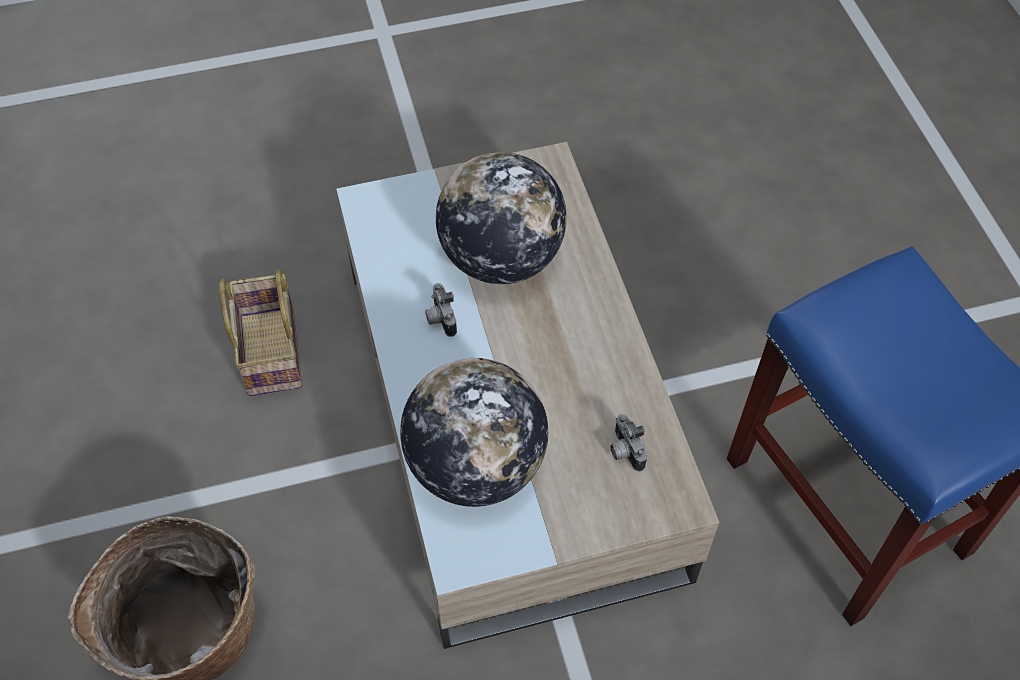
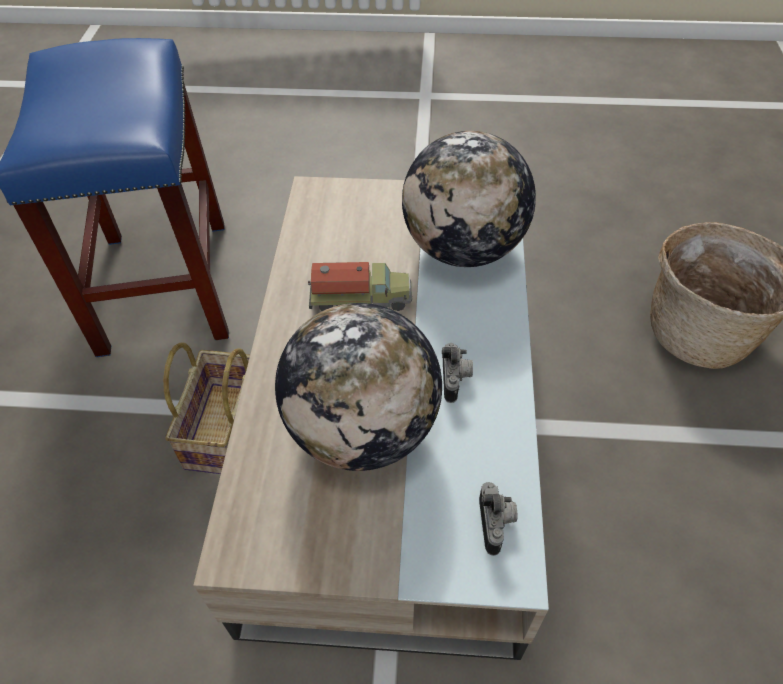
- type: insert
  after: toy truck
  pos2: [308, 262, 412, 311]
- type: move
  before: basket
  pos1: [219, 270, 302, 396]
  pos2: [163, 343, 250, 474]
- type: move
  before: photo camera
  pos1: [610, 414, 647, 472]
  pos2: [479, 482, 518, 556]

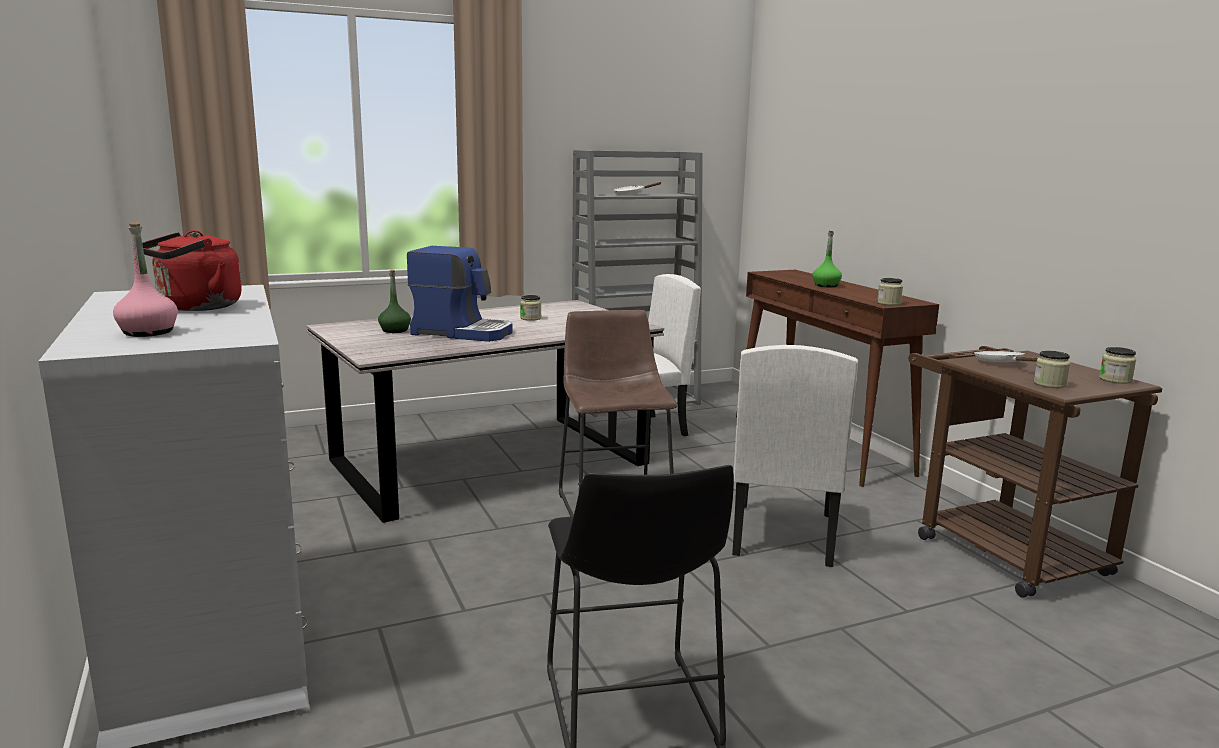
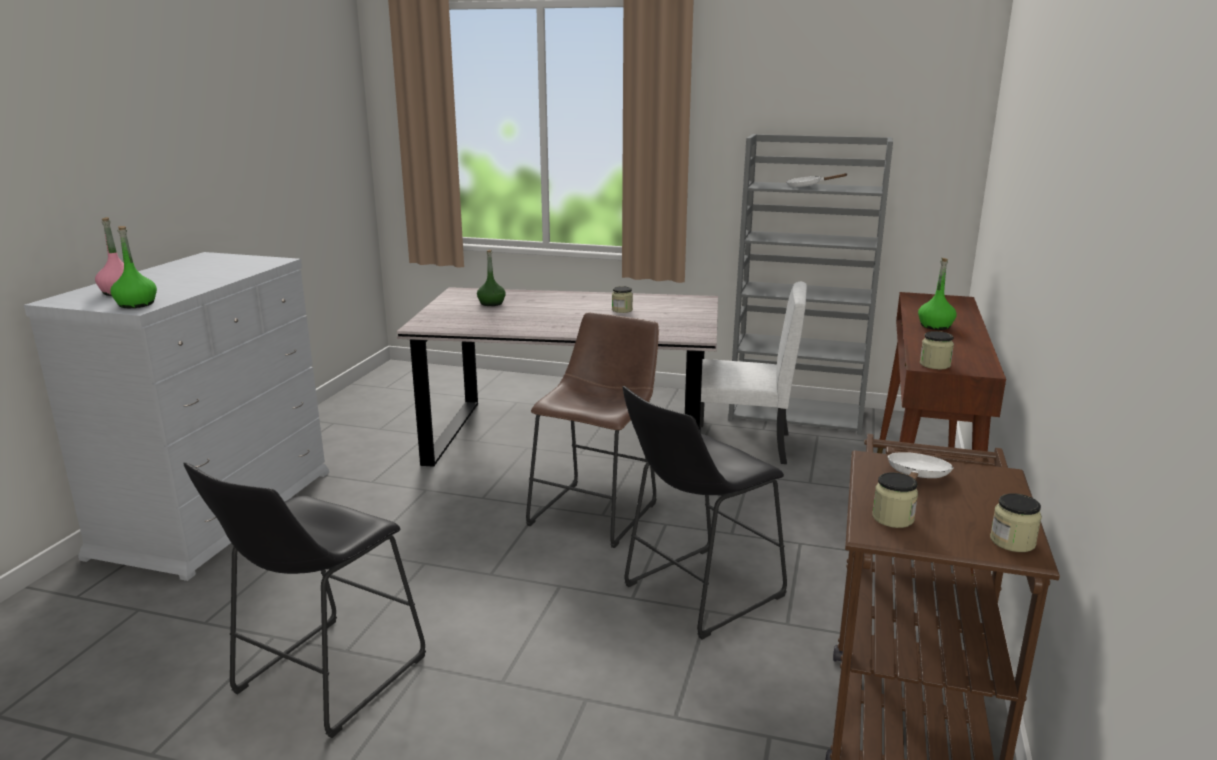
- type: delete
  before: kettle/red
  pos1: [142, 230, 242, 311]
- type: delete
  before: coffee machine
  pos1: [407, 246, 513, 342]
- type: insert
  after: bottle/green
  pos2: [110, 226, 157, 308]
- type: replace
  before: chair/white
  after: stool/black
  pos1: [732, 345, 858, 567]
  pos2: [623, 386, 787, 639]

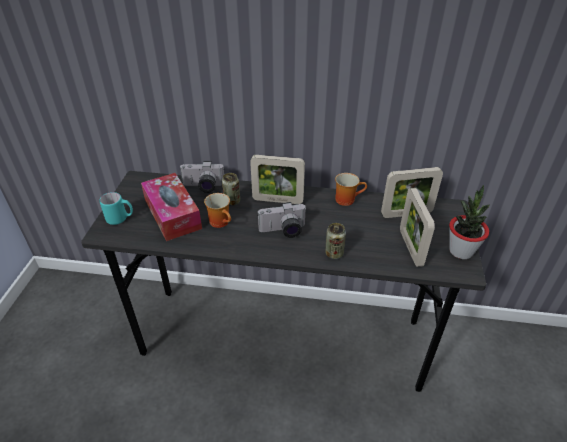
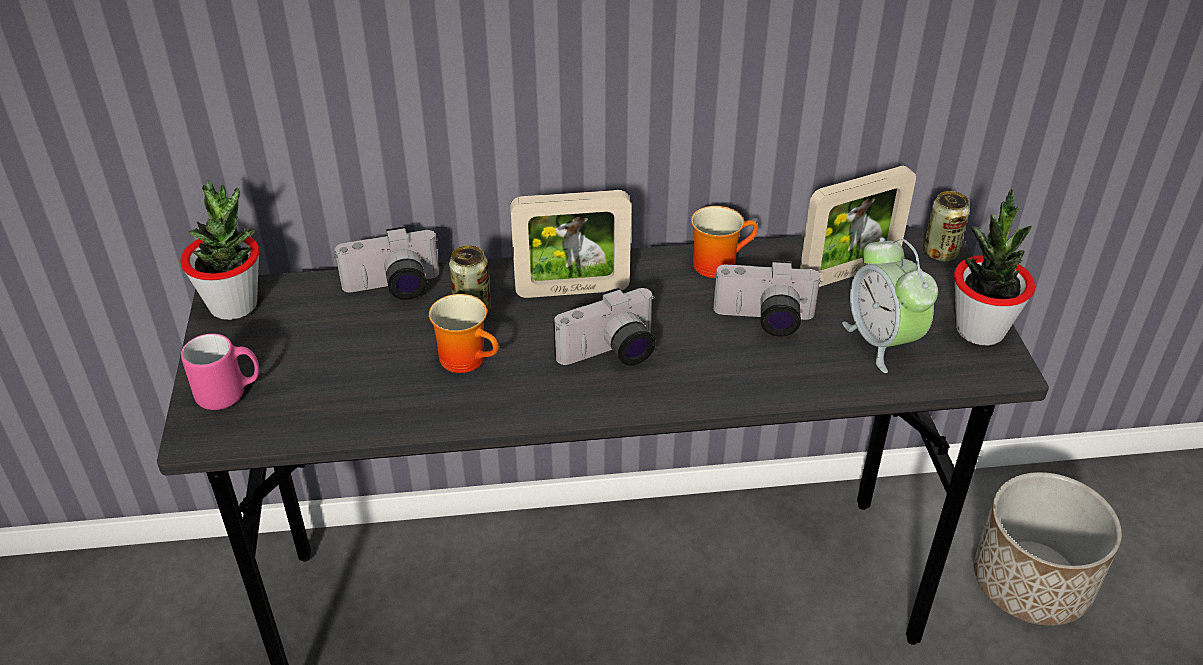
- type: delete
  before: tissue box
  pos1: [141, 173, 202, 241]
- type: insert
  after: potted plant
  pos2: [180, 180, 259, 320]
- type: insert
  after: photo camera
  pos2: [713, 260, 822, 337]
- type: insert
  after: planter
  pos2: [974, 472, 1122, 626]
- type: move
  before: can
  pos1: [325, 223, 346, 259]
  pos2: [923, 191, 970, 262]
- type: replace
  before: picture frame
  after: alarm clock
  pos1: [400, 188, 435, 267]
  pos2: [842, 237, 938, 373]
- type: recolor
  before: mug/turquoise
  after: mug/pink
  pos1: [99, 192, 133, 225]
  pos2: [181, 333, 259, 410]

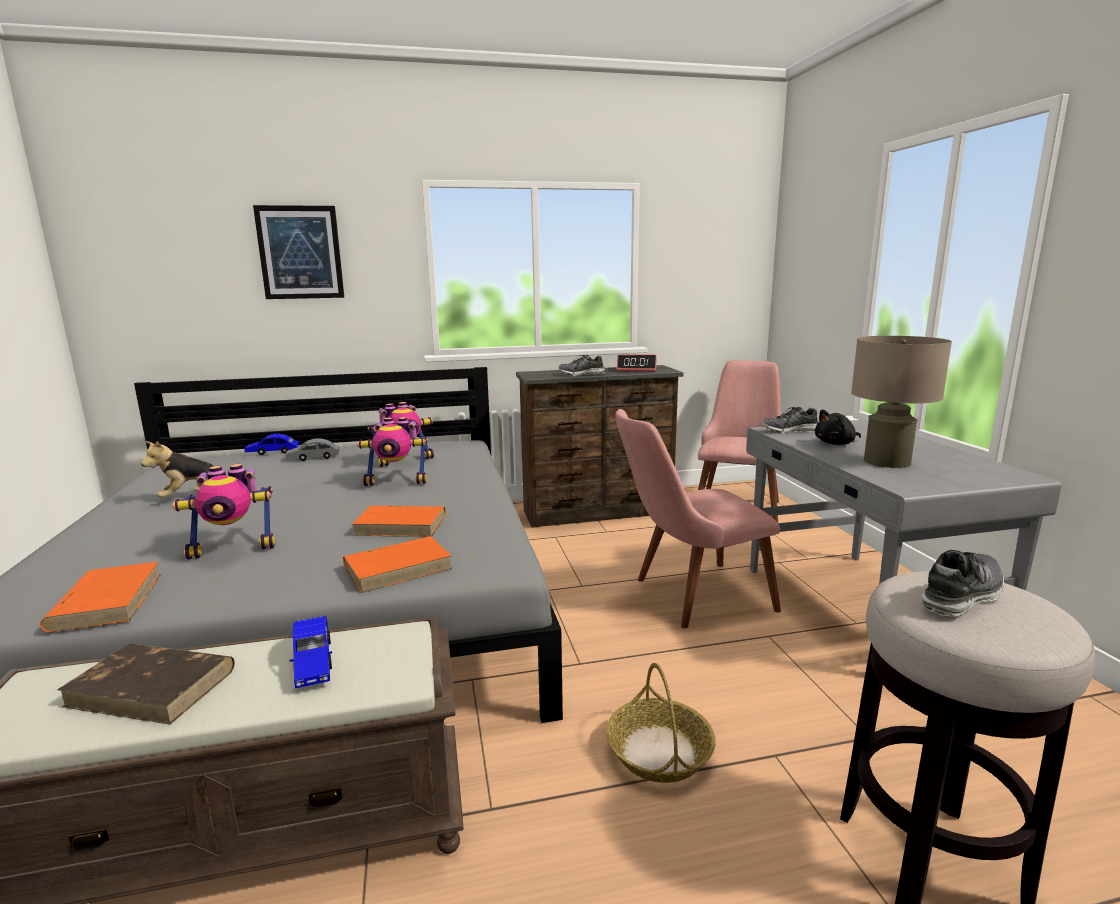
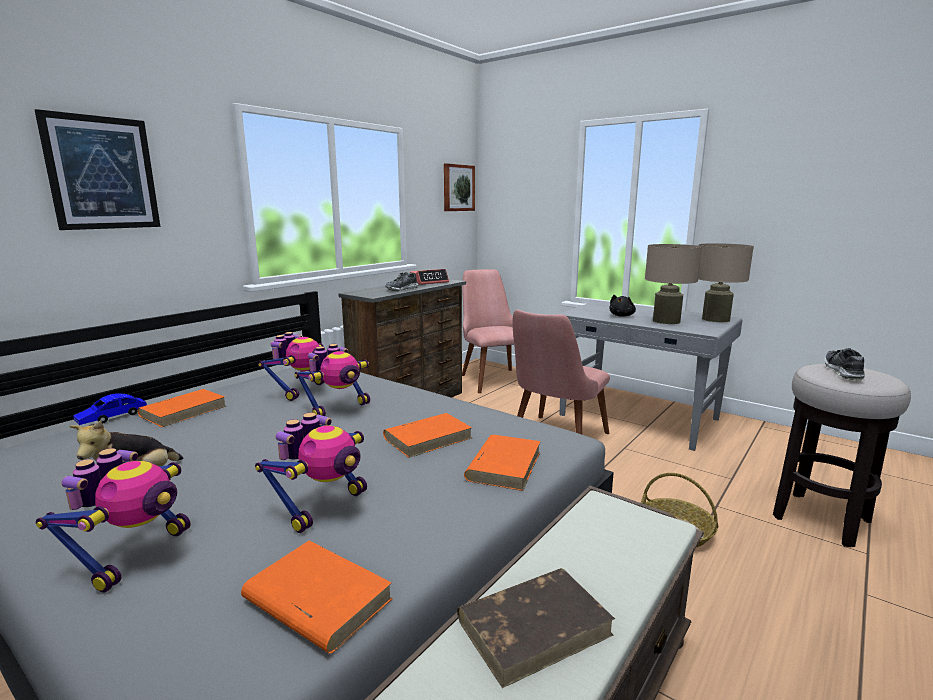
- type: delete
  before: toy car/blue
  pos1: [290, 616, 332, 689]
- type: delete
  before: shoe
  pos1: [762, 407, 818, 433]
- type: insert
  after: toy robot
  pos2: [36, 448, 190, 593]
- type: insert
  after: picture
  pos2: [444, 163, 475, 211]
- type: insert
  after: table lamp/beige
  pos2: [698, 243, 754, 322]
- type: replace
  before: toy car/grey
  after: book/orange
  pos1: [285, 438, 340, 461]
  pos2: [137, 389, 226, 427]

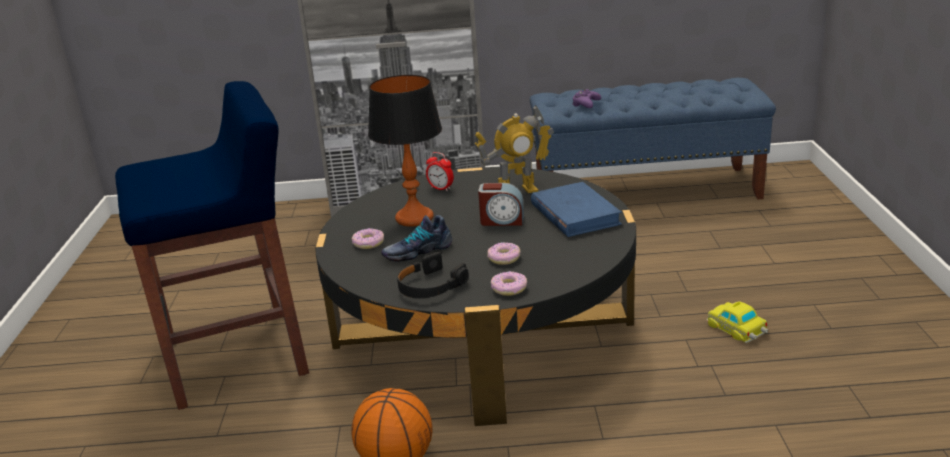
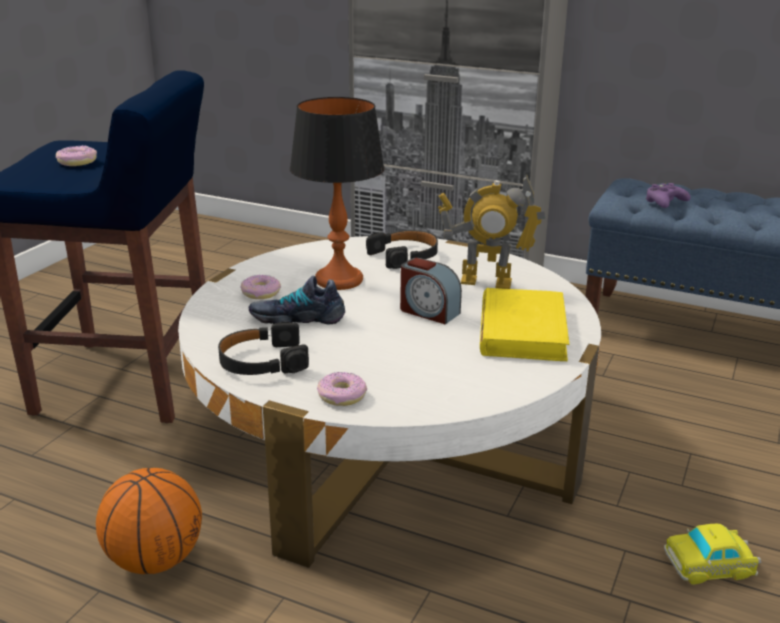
- type: move
  before: donut
  pos1: [487, 242, 521, 265]
  pos2: [56, 145, 97, 166]
- type: replace
  before: alarm clock
  after: headphones/black
  pos1: [426, 152, 454, 191]
  pos2: [366, 230, 438, 269]
- type: recolor
  before: coffee table/black
  after: coffee table/white
  pos1: [316, 167, 636, 426]
  pos2: [178, 236, 601, 568]
- type: recolor
  before: book/blue
  after: book/yellow
  pos1: [531, 182, 622, 237]
  pos2: [480, 288, 569, 361]
- type: rotate
  before: toy car
  pos1: [706, 301, 768, 343]
  pos2: [664, 523, 761, 585]
  turn: -90

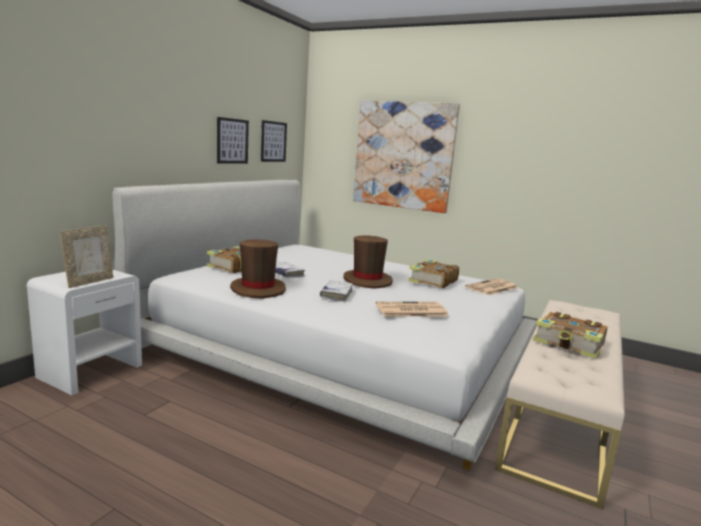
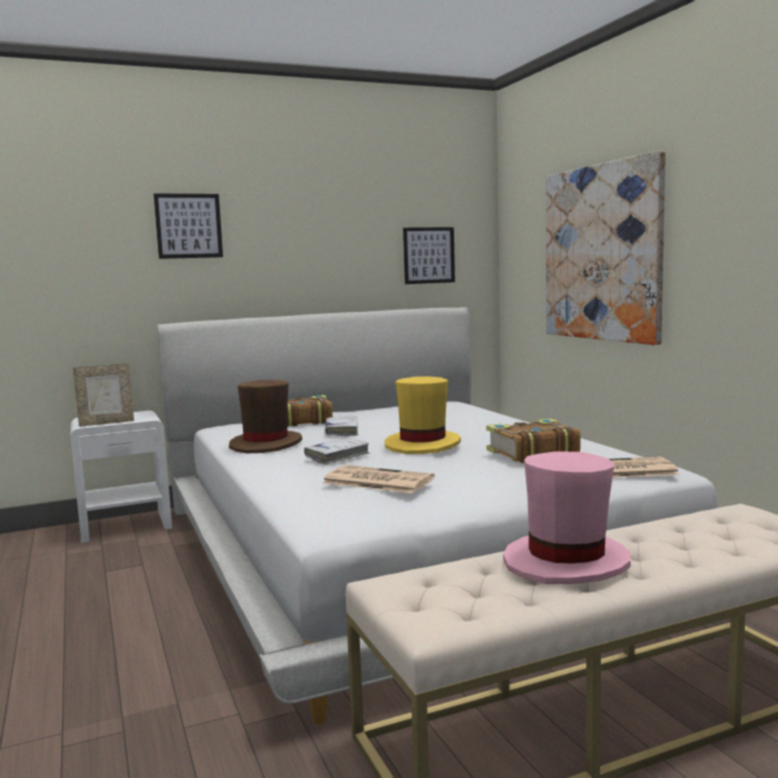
- type: move
  before: picture
  pos1: [217, 117, 249, 164]
  pos2: [154, 193, 223, 259]
- type: replace
  before: book
  after: hat/pink
  pos1: [533, 312, 608, 359]
  pos2: [503, 451, 631, 584]
- type: recolor
  before: hat/brown
  after: hat/yellow
  pos1: [344, 235, 393, 289]
  pos2: [385, 377, 461, 454]

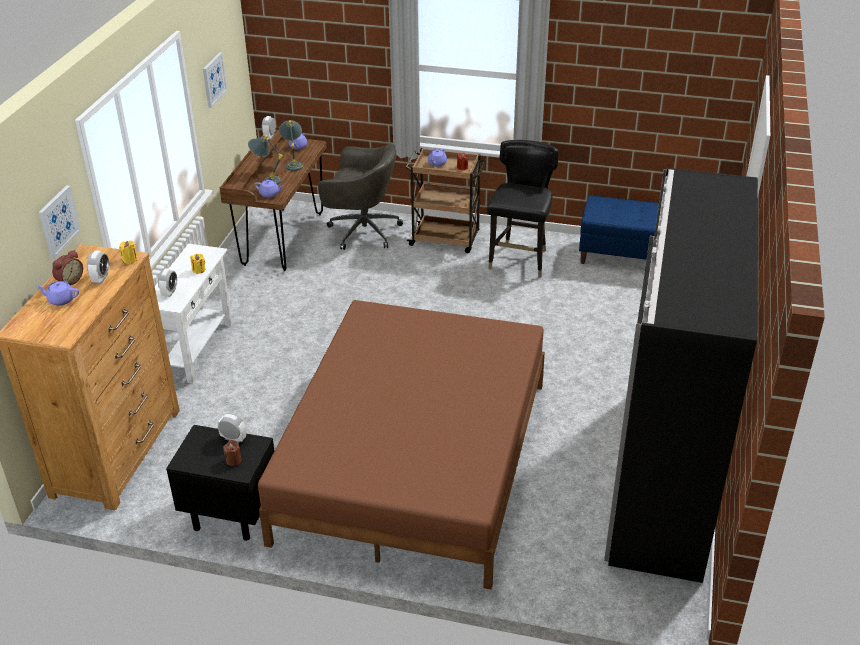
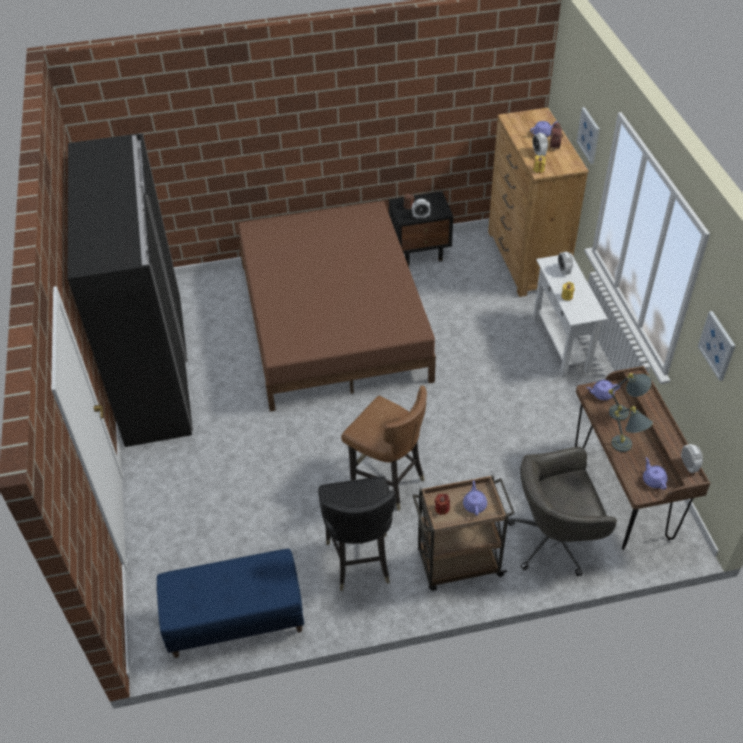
- type: insert
  after: chair/brown
  pos2: [341, 386, 427, 511]

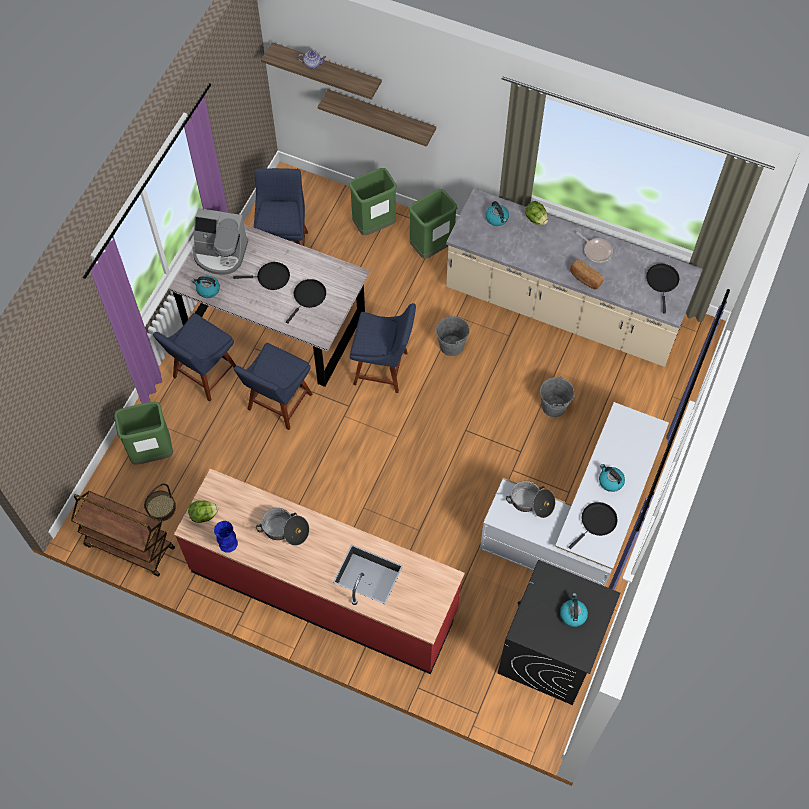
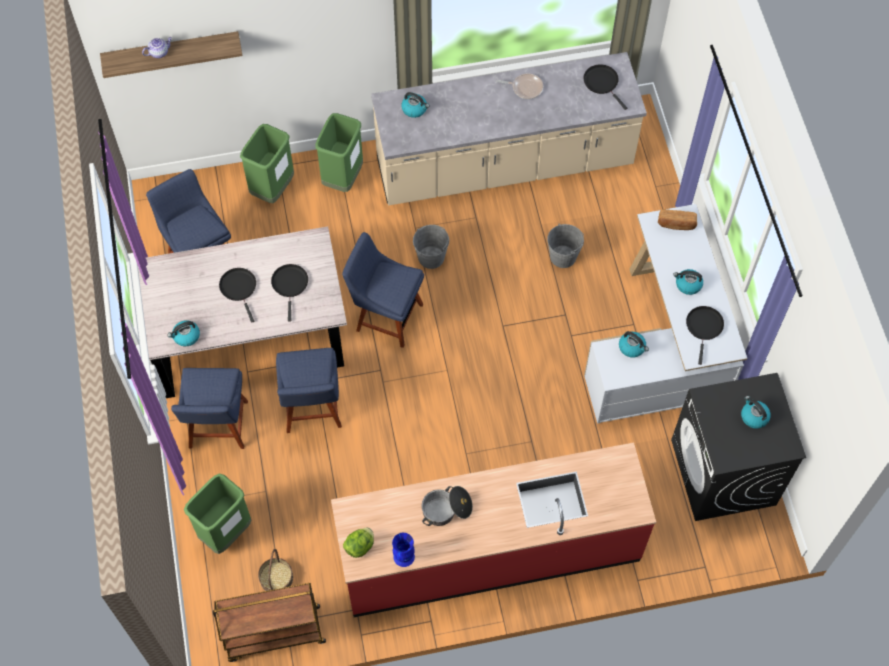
- type: delete
  before: coffee machine
  pos1: [193, 208, 248, 275]
- type: delete
  before: shelf
  pos1: [318, 89, 436, 147]
- type: delete
  before: lettuce
  pos1: [525, 201, 548, 225]
- type: move
  before: bread
  pos1: [570, 259, 604, 289]
  pos2: [658, 209, 697, 230]
- type: replace
  before: cooking pot
  after: kettle
  pos1: [506, 481, 555, 518]
  pos2: [619, 331, 649, 357]
- type: rotate
  before: frying pan/black
  pos1: [233, 262, 290, 290]
  pos2: [219, 268, 256, 323]
  turn: -75
- type: rotate
  before: chair/blue
  pos1: [350, 303, 416, 393]
  pos2: [342, 232, 424, 348]
  turn: -135

